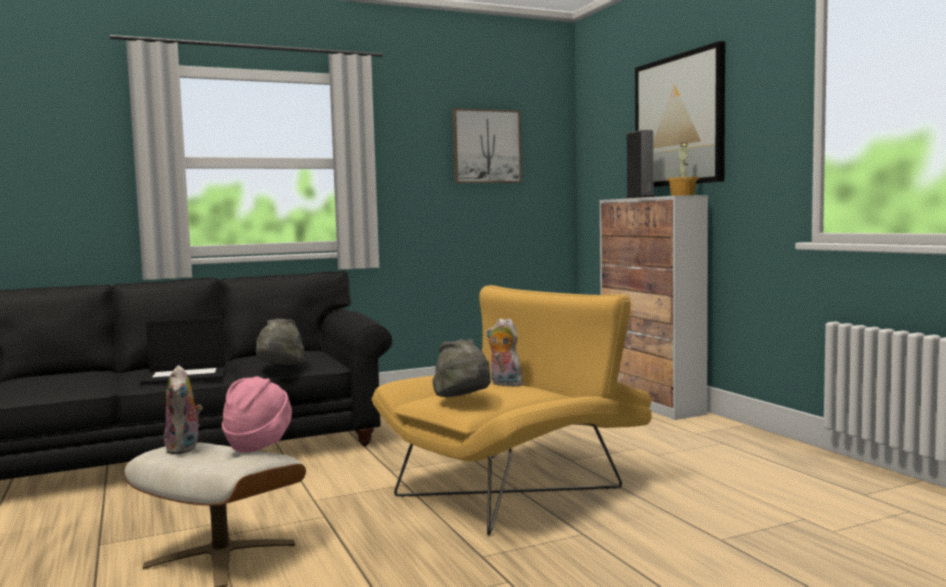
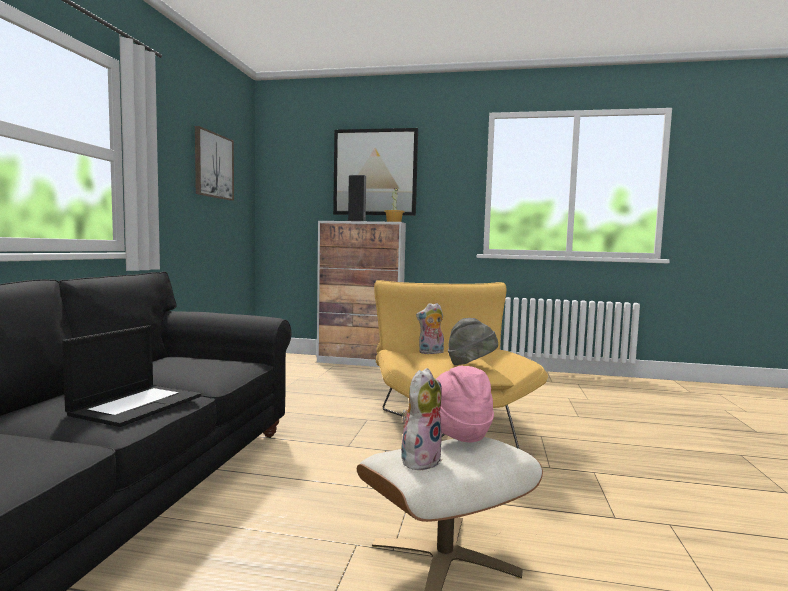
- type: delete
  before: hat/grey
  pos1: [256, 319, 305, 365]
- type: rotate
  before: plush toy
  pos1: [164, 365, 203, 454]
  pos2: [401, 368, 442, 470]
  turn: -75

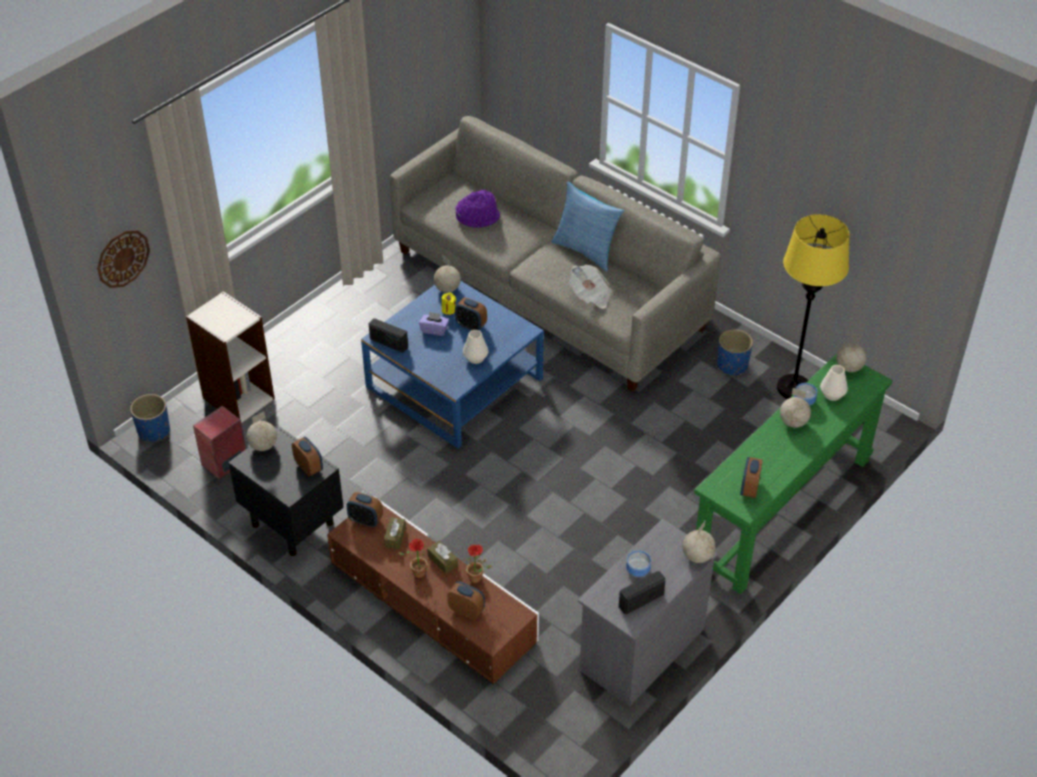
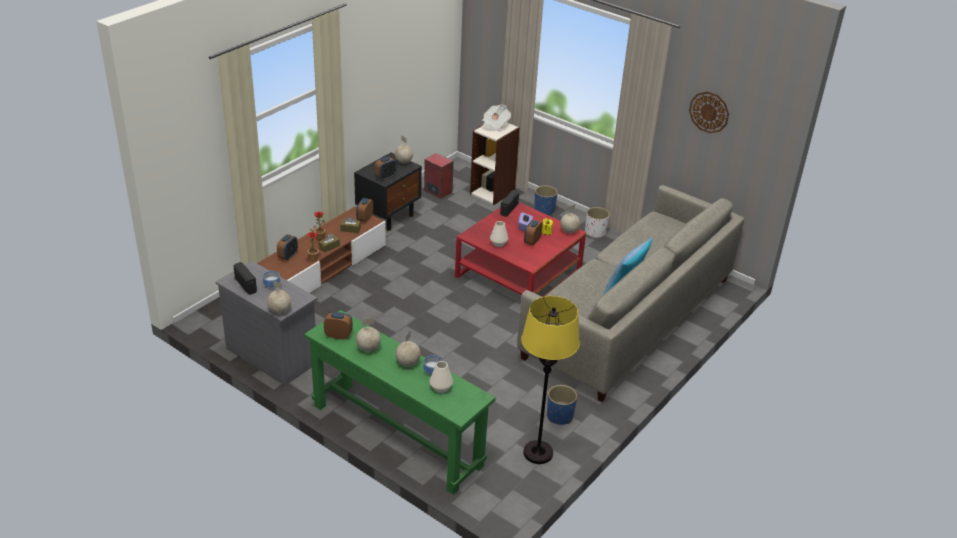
- type: delete
  before: hat/purple
  pos1: [456, 190, 500, 228]
- type: insert
  after: planter/white
  pos2: [585, 207, 610, 238]
- type: move
  before: wall clock
  pos1: [97, 230, 150, 288]
  pos2: [689, 91, 729, 133]
- type: move
  before: planter/blue
  pos1: [130, 394, 170, 442]
  pos2: [534, 185, 558, 215]
- type: move
  before: newspaper
  pos1: [569, 265, 613, 309]
  pos2: [482, 105, 511, 131]
- type: move
  before: globe
  pos1: [836, 331, 866, 372]
  pos2: [356, 318, 381, 352]
- type: recolor
  before: coffee table/blue
  after: coffee table/red
  pos1: [361, 281, 544, 449]
  pos2: [455, 202, 586, 297]

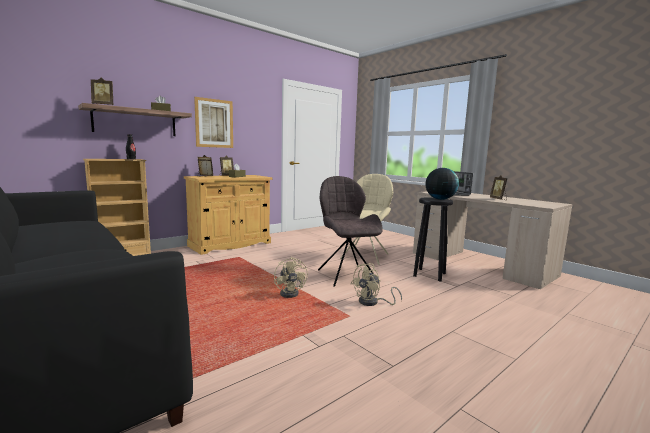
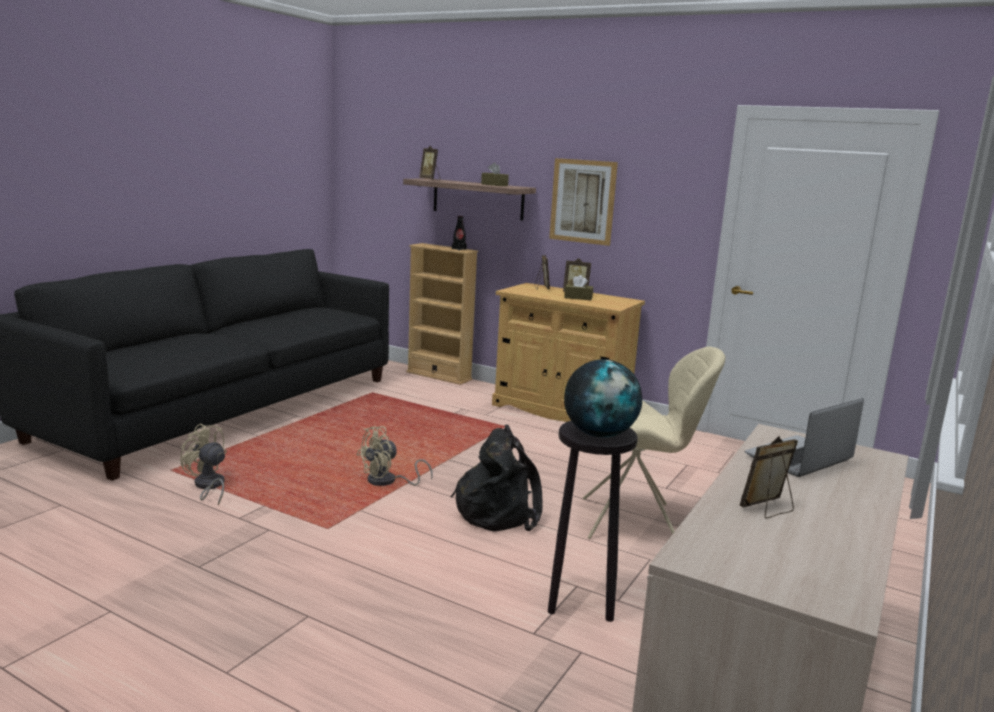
- type: move
  before: fan/beige
  pos1: [351, 263, 402, 306]
  pos2: [180, 423, 227, 505]
- type: replace
  before: chair/grey
  after: backpack/black
  pos1: [318, 176, 383, 287]
  pos2: [451, 424, 543, 531]

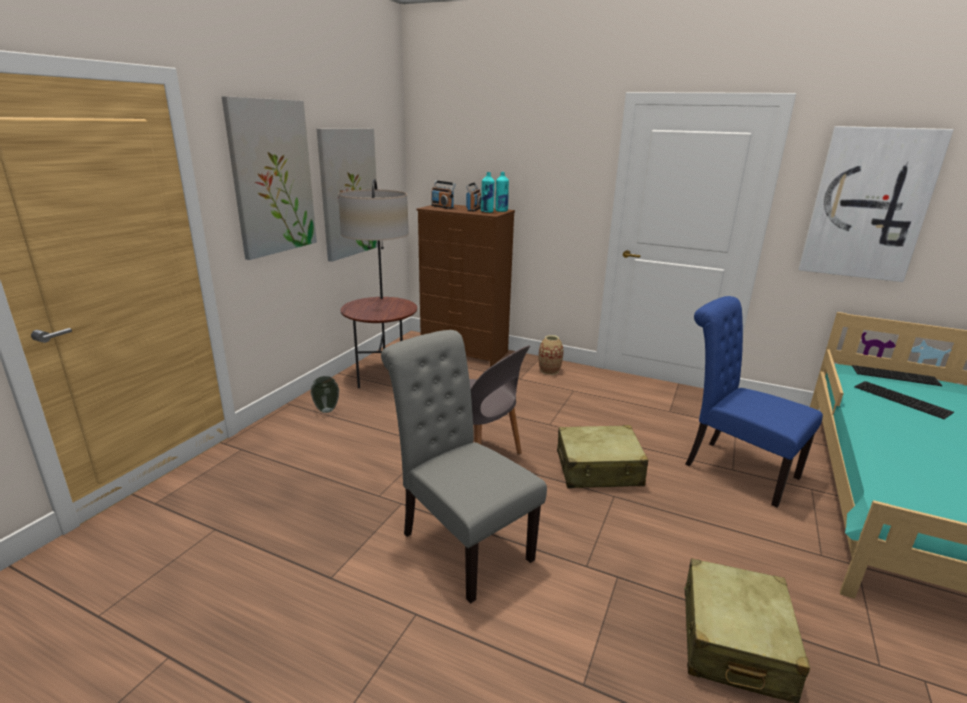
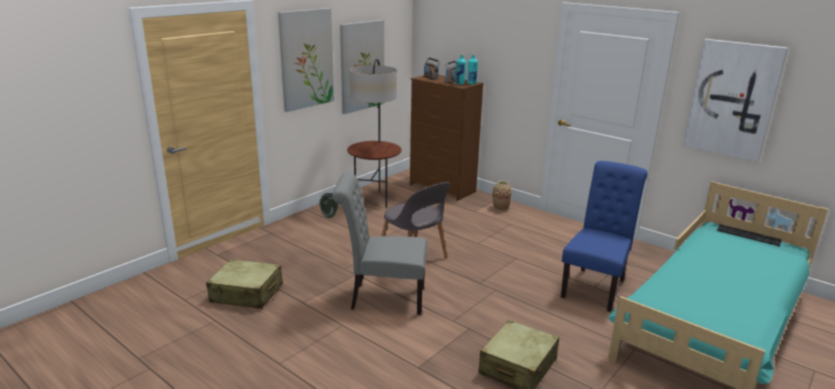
- type: delete
  before: keyboard
  pos1: [854, 381, 954, 419]
- type: move
  before: suitcase/beige
  pos1: [557, 425, 648, 488]
  pos2: [206, 259, 283, 309]
- type: rotate
  before: chair/grey
  pos1: [381, 330, 547, 603]
  pos2: [332, 172, 427, 315]
  turn: -60
- type: rotate
  before: chair/blue
  pos1: [685, 296, 823, 508]
  pos2: [561, 161, 648, 312]
  turn: 60

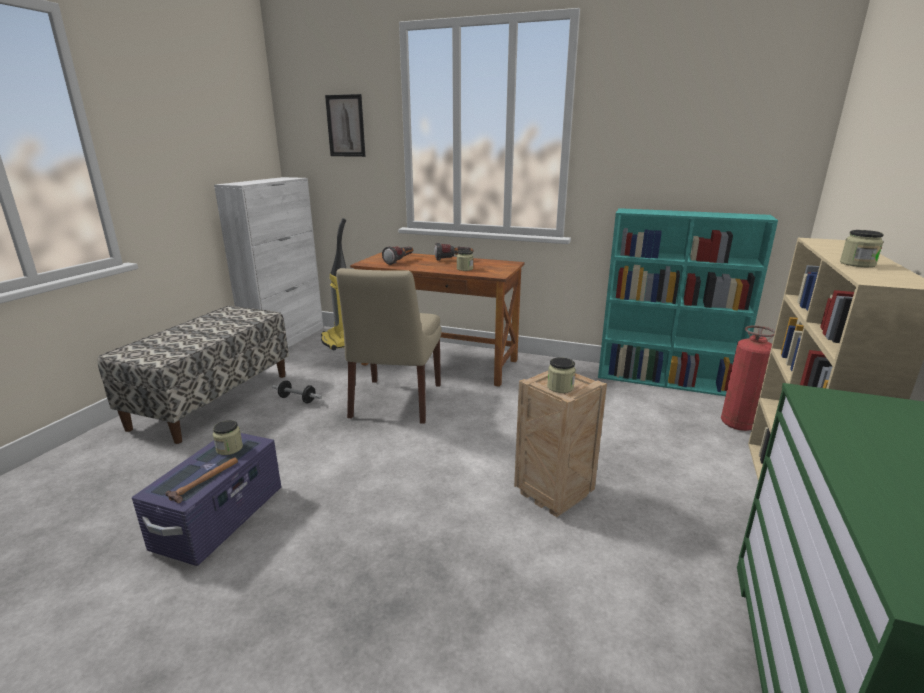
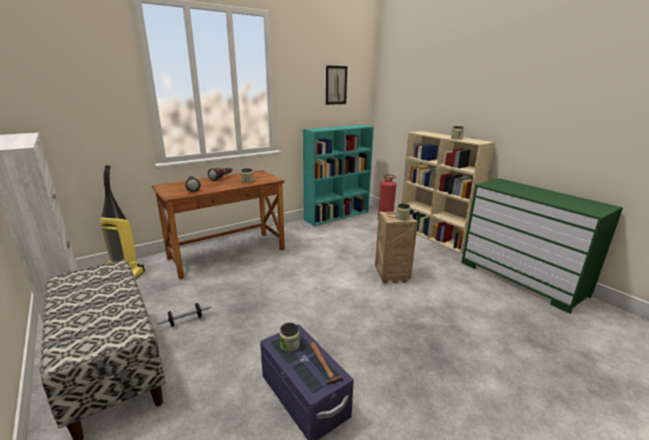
- type: delete
  before: chair/beige
  pos1: [336, 268, 441, 424]
- type: move
  before: picture
  pos1: [325, 94, 365, 157]
  pos2: [326, 65, 347, 105]

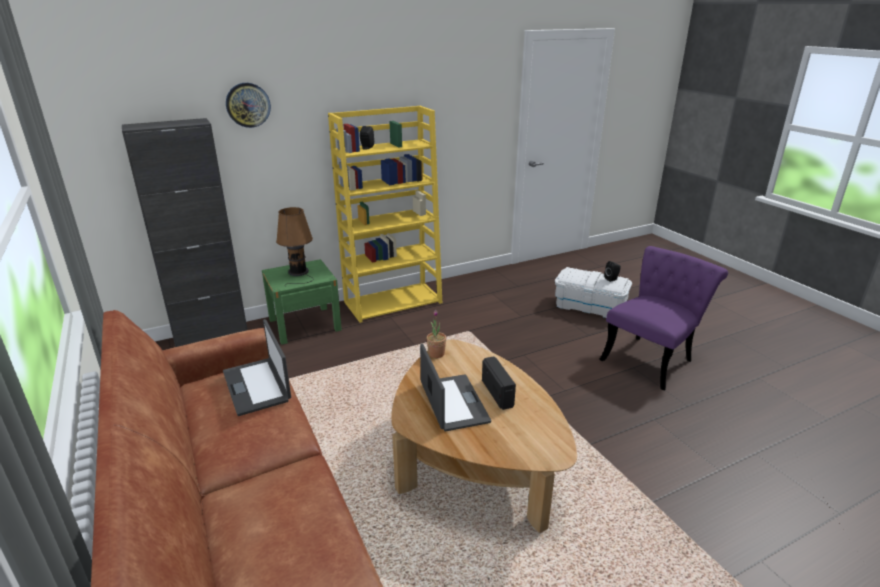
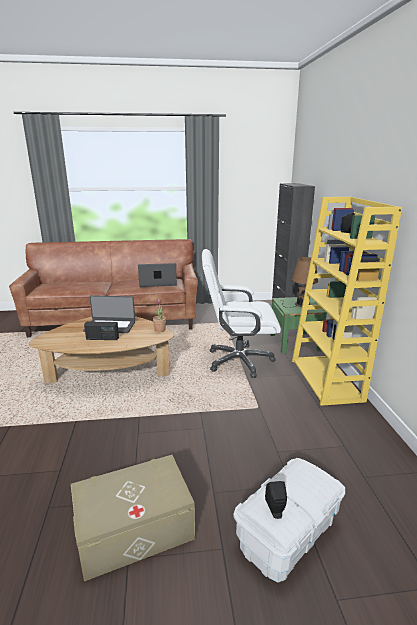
- type: delete
  before: wall clock
  pos1: [226, 83, 271, 128]
- type: insert
  after: office chair/white
  pos2: [202, 249, 281, 378]
- type: replace
  before: chair/purple
  after: storage box/beige
  pos1: [600, 246, 728, 390]
  pos2: [71, 455, 195, 581]

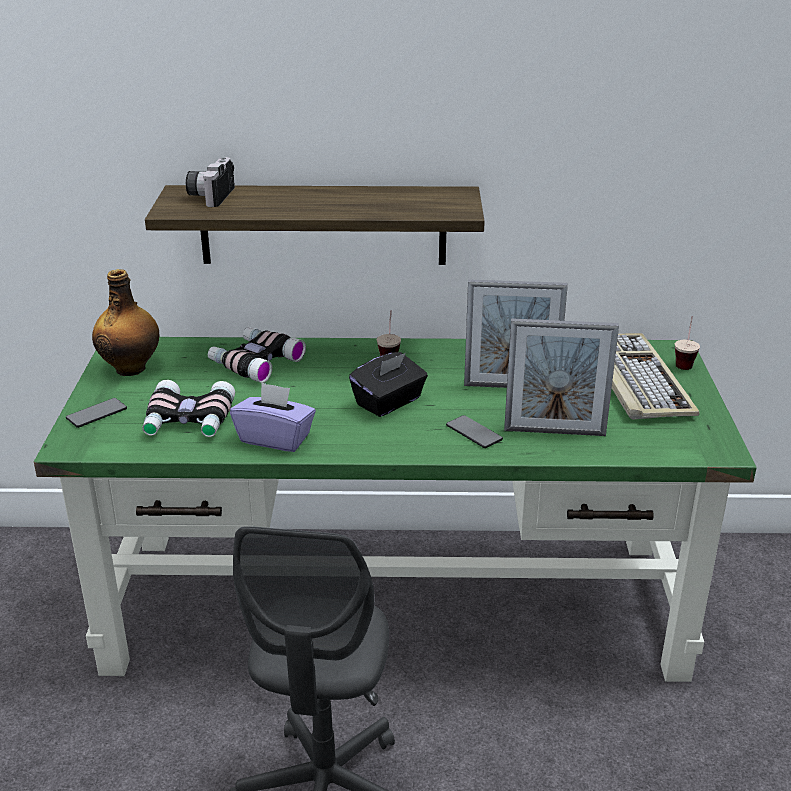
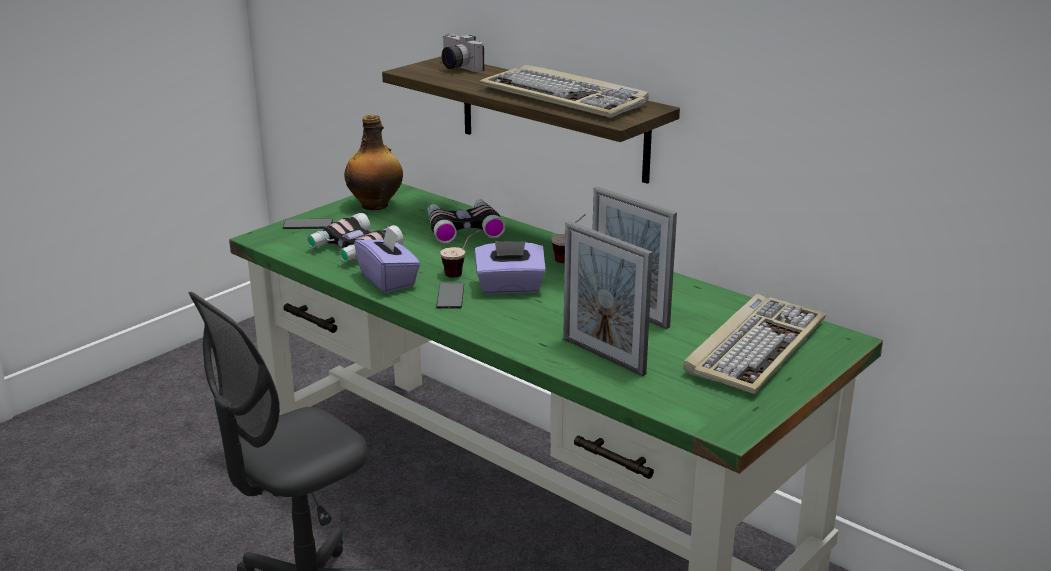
- type: insert
  after: keyboard
  pos2: [480, 65, 649, 117]
- type: move
  before: phone
  pos1: [446, 415, 503, 448]
  pos2: [436, 283, 464, 309]
- type: move
  before: cup
  pos1: [675, 316, 700, 370]
  pos2: [440, 229, 481, 278]
- type: recolor
  before: tissue box/black
  after: tissue box/purple
  pos1: [349, 352, 428, 417]
  pos2: [474, 241, 546, 294]
- type: rotate
  before: photo camera
  pos1: [186, 157, 235, 207]
  pos2: [442, 34, 484, 72]
  turn: -90

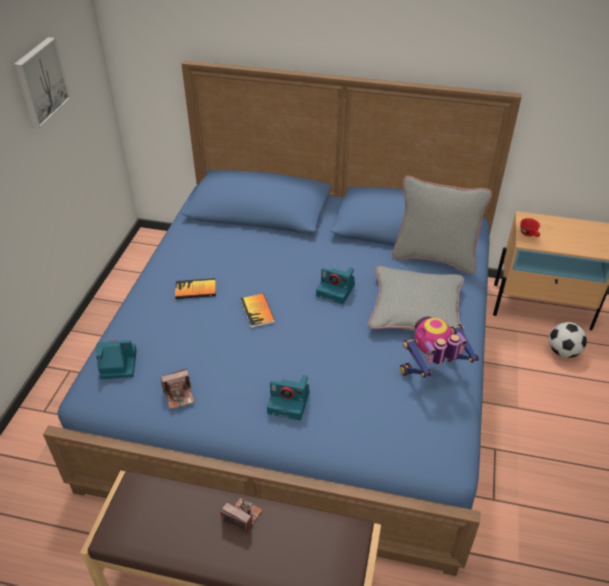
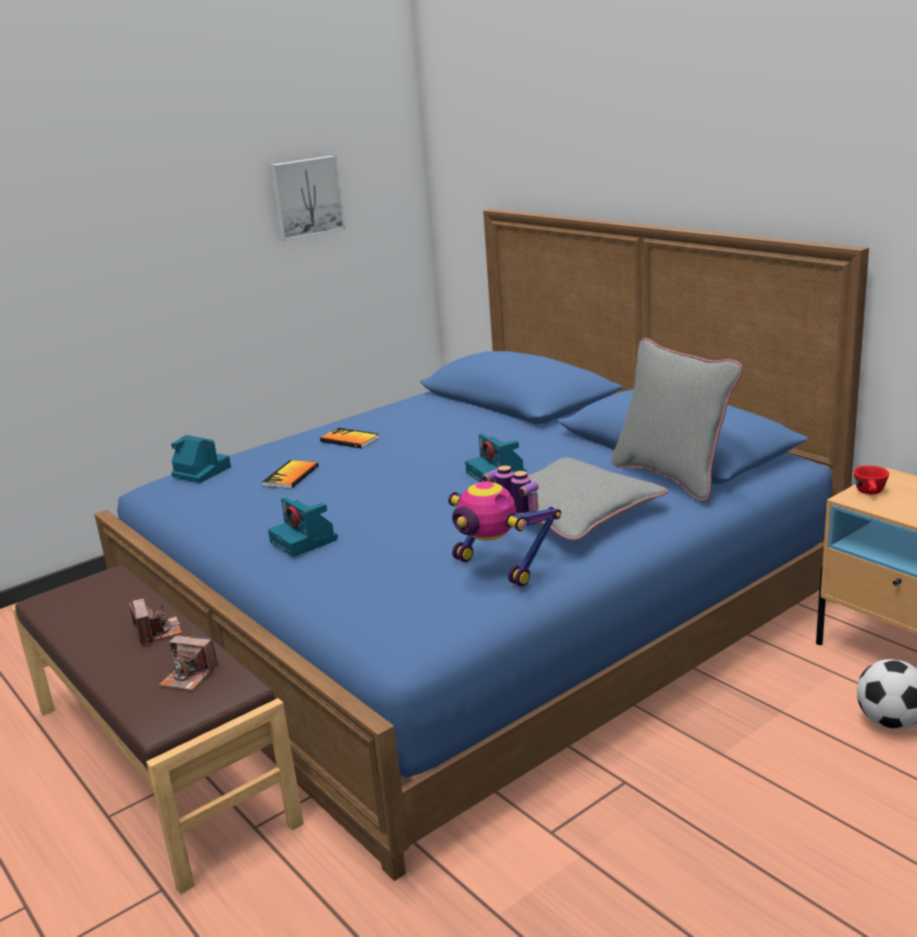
- type: move
  before: photo camera
  pos1: [161, 369, 194, 409]
  pos2: [159, 635, 218, 691]
- type: move
  before: book
  pos1: [241, 293, 275, 328]
  pos2: [262, 460, 319, 489]
- type: rotate
  before: toy robot
  pos1: [400, 317, 479, 378]
  pos2: [448, 465, 561, 587]
  turn: -150

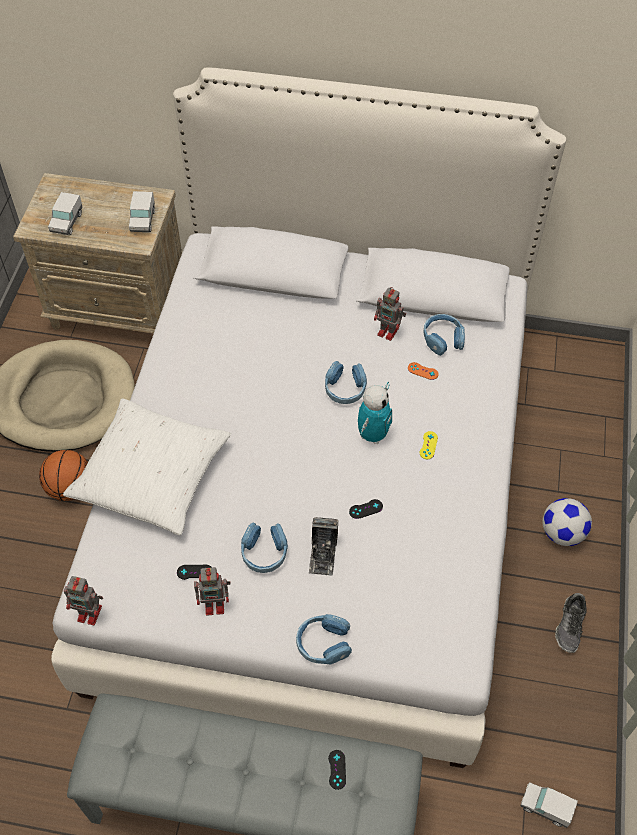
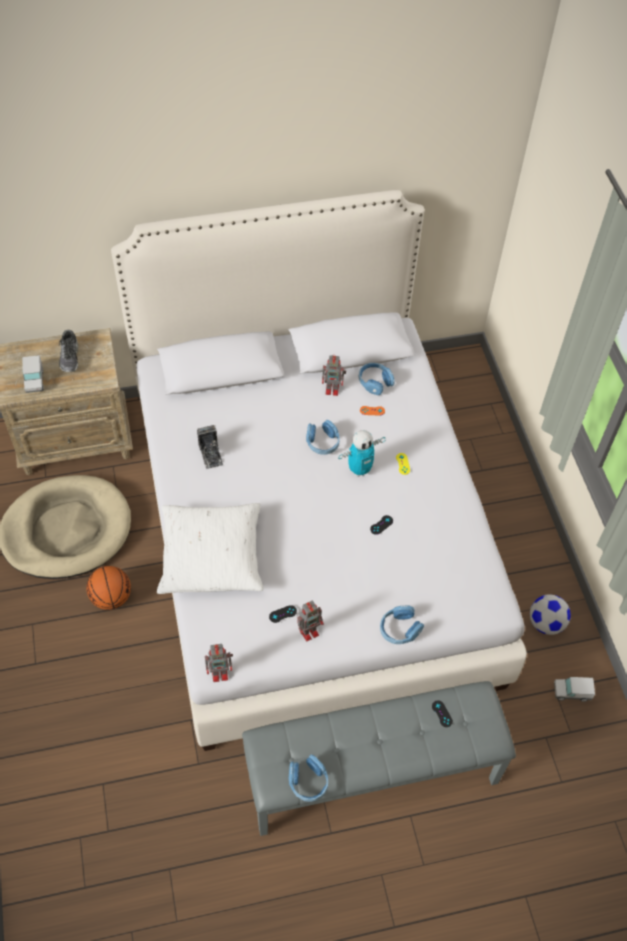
- type: delete
  before: toy truck
  pos1: [129, 191, 155, 232]
- type: move
  before: headphones/blue
  pos1: [241, 523, 288, 573]
  pos2: [289, 755, 328, 802]
- type: move
  before: photo camera
  pos1: [309, 517, 339, 576]
  pos2: [197, 425, 223, 469]
- type: move
  before: football
  pos1: [542, 498, 592, 546]
  pos2: [530, 594, 571, 635]
- type: move
  before: shoe
  pos1: [555, 593, 587, 653]
  pos2: [59, 330, 78, 372]
- type: rotate
  before: toy robot
  pos1: [358, 382, 392, 444]
  pos2: [338, 430, 386, 477]
  turn: 60

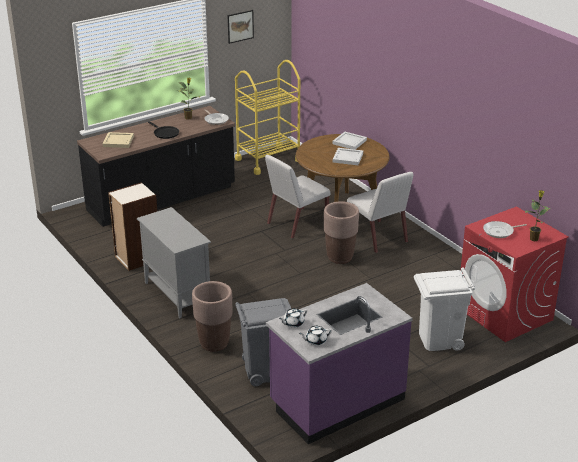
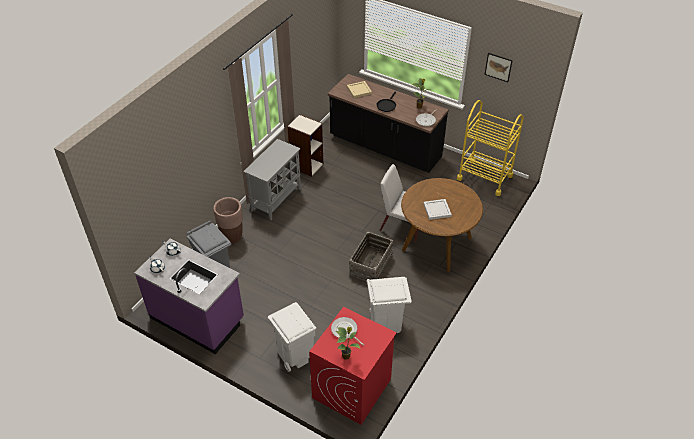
- type: delete
  before: tray/white
  pos1: [332, 132, 367, 150]
- type: delete
  before: chair/white
  pos1: [347, 172, 413, 253]
- type: insert
  after: trash can/white
  pos2: [367, 277, 412, 333]
- type: replace
  before: planter/brown
  after: crate
  pos1: [324, 201, 359, 264]
  pos2: [349, 231, 393, 282]

